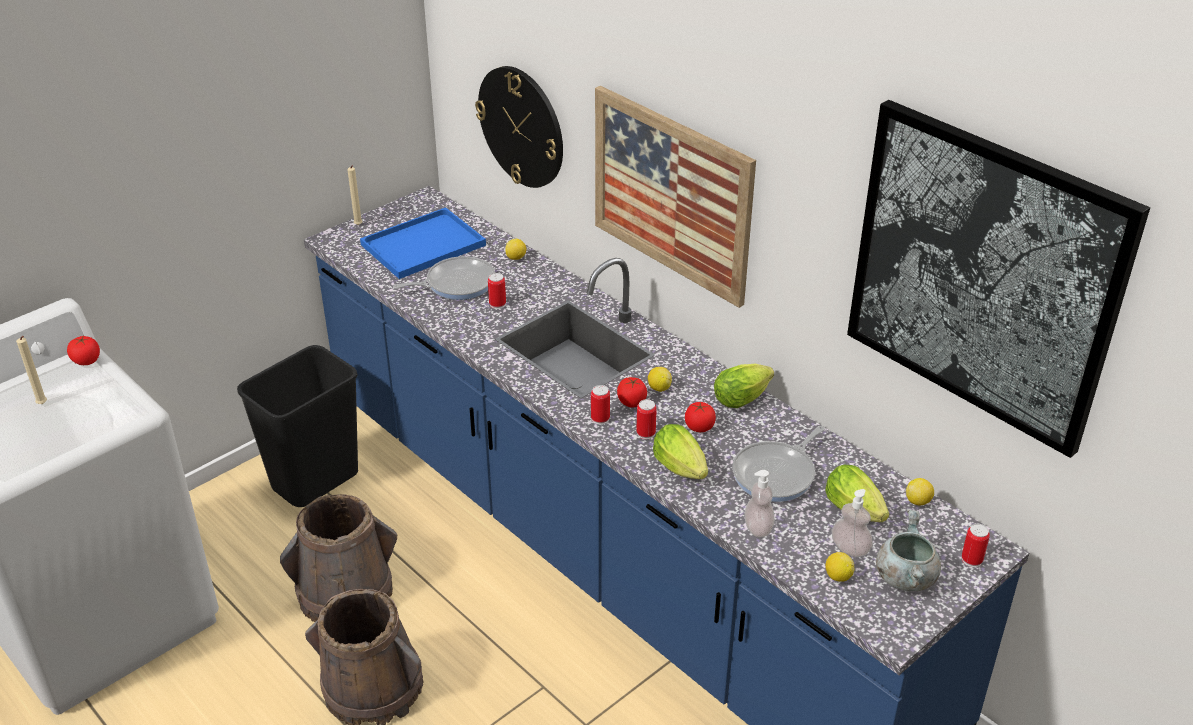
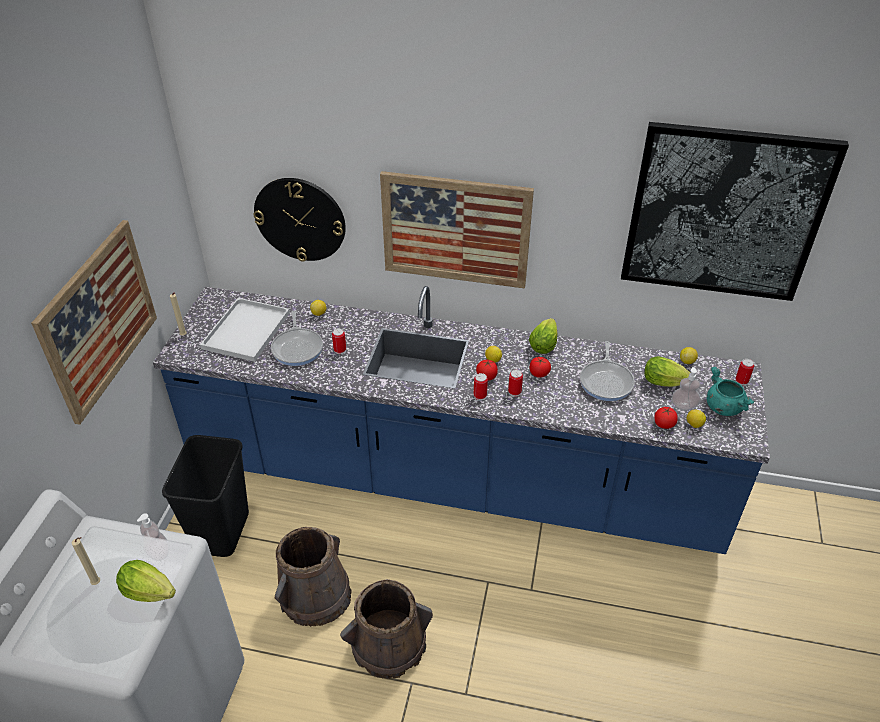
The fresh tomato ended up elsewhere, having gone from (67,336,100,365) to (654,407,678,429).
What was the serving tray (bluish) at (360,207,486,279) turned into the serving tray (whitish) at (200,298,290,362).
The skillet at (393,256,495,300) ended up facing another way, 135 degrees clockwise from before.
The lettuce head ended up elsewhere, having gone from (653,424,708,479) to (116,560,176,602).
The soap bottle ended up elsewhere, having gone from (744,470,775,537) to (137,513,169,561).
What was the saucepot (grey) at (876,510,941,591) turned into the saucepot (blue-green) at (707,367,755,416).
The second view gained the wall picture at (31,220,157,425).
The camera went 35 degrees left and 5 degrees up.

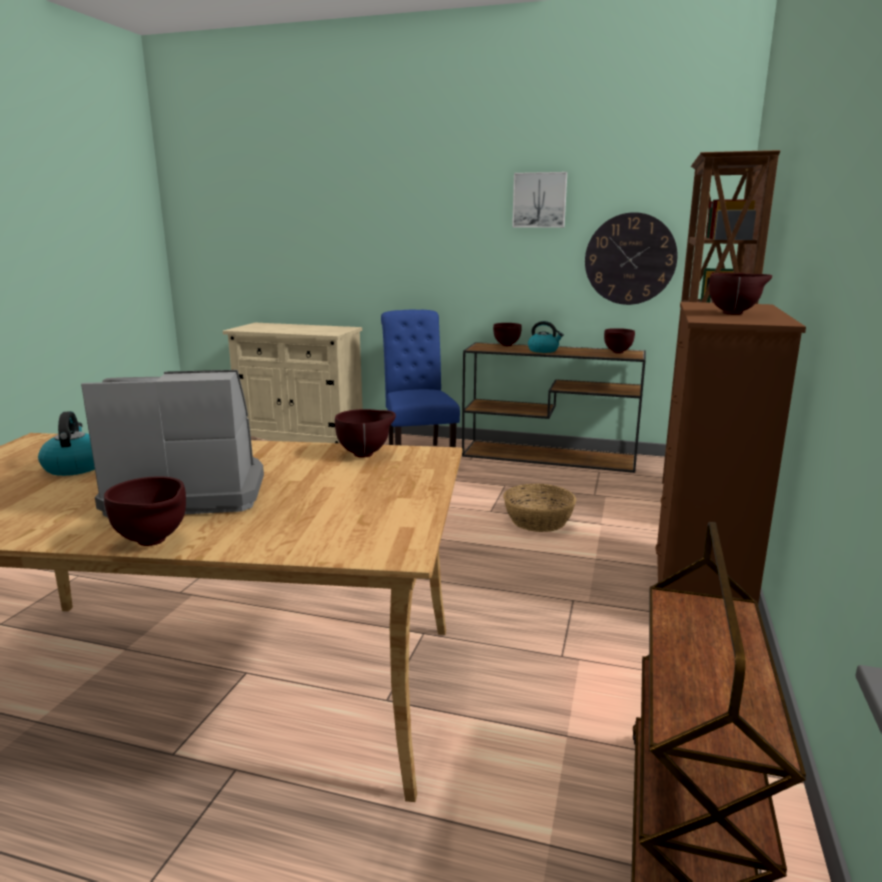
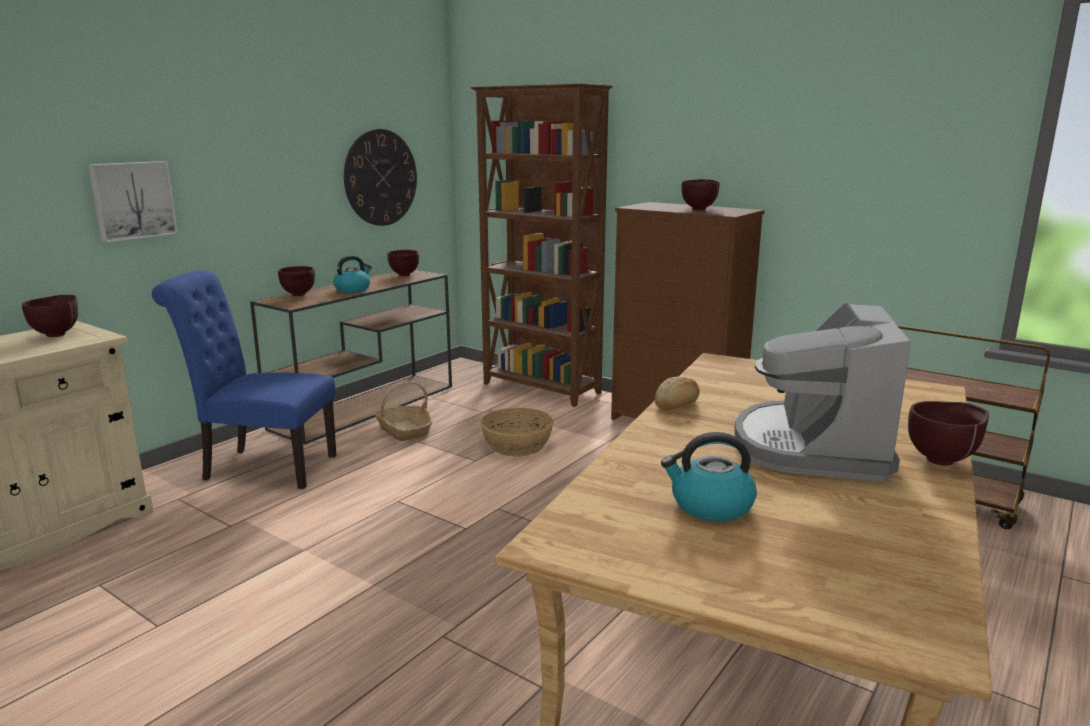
The serving bowl (brown-coloured) ended up elsewhere, having gone from (335,409,396,458) to (22,295,78,337).
The wall picture ended up elsewhere, having gone from (512,172,567,228) to (88,161,178,243).
The second view gained the storage basket at (374,382,433,441).
The second view gained the bread at (655,376,700,410).
The camera went 70 degrees left and 0 degrees up.

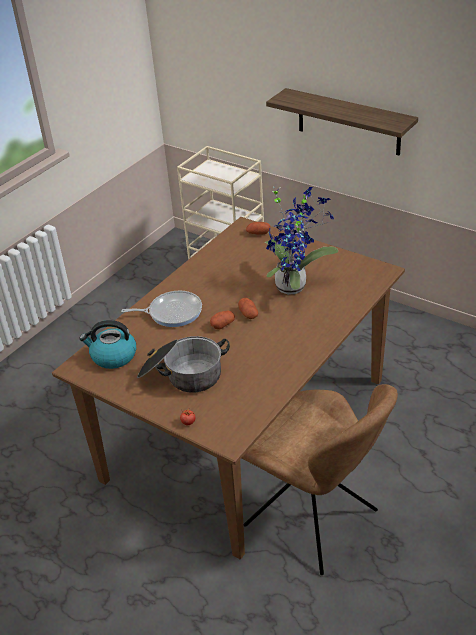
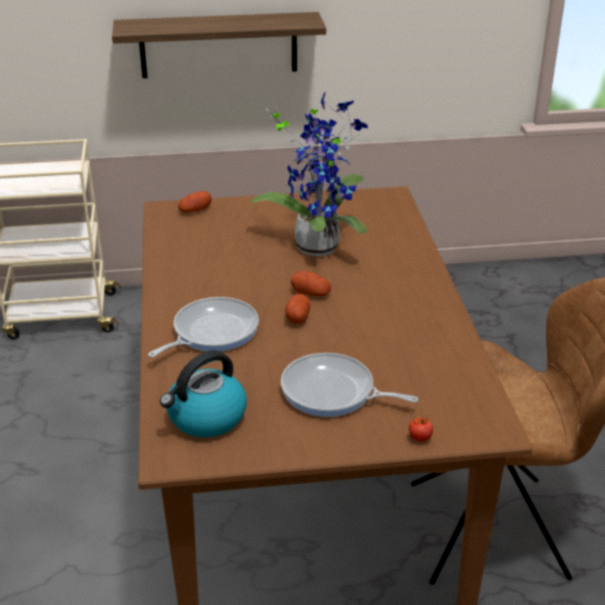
Where the saucepot stood at (137,336,230,393), the skillet came to stand at (281,353,418,417).
The camera went 45 degrees left and 5 degrees down.

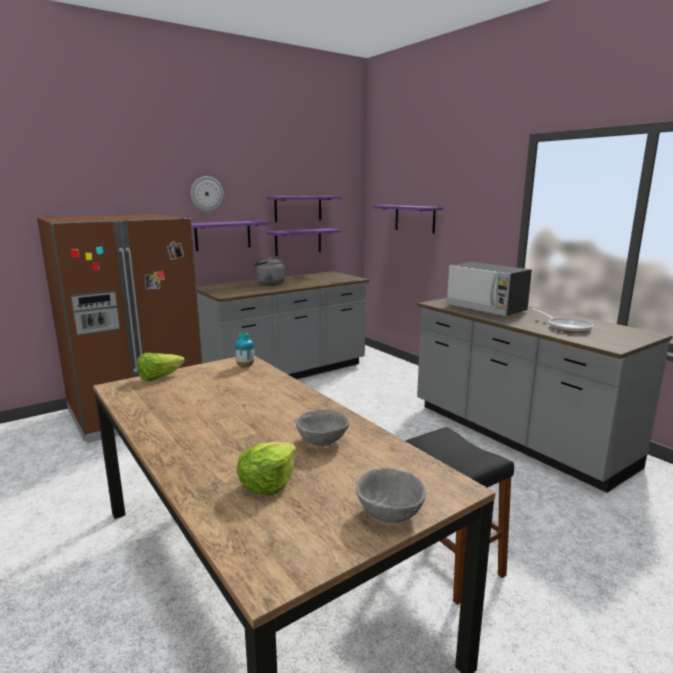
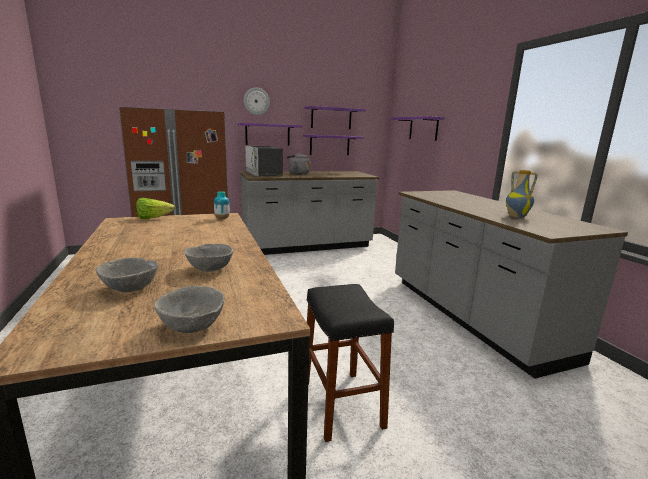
Where the lettuce head stood at (237,442,296,495), the serving bowl (grey) came to stand at (96,257,159,292).
The microwave ended up elsewhere, having gone from (446,262,532,316) to (245,146,283,177).
Where the skillet stood at (532,309,593,333), the vase came to stand at (506,170,538,218).
The camera went 15 degrees right and 0 degrees up.

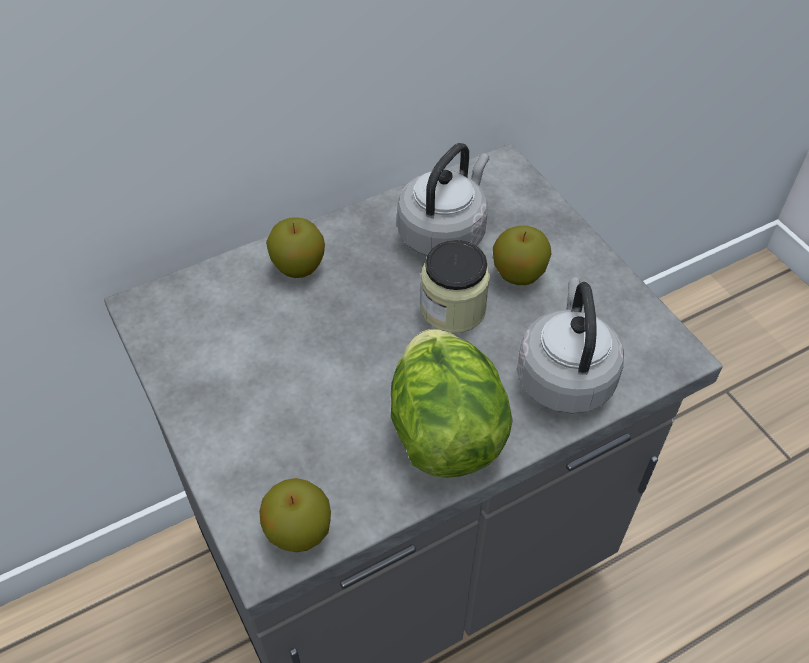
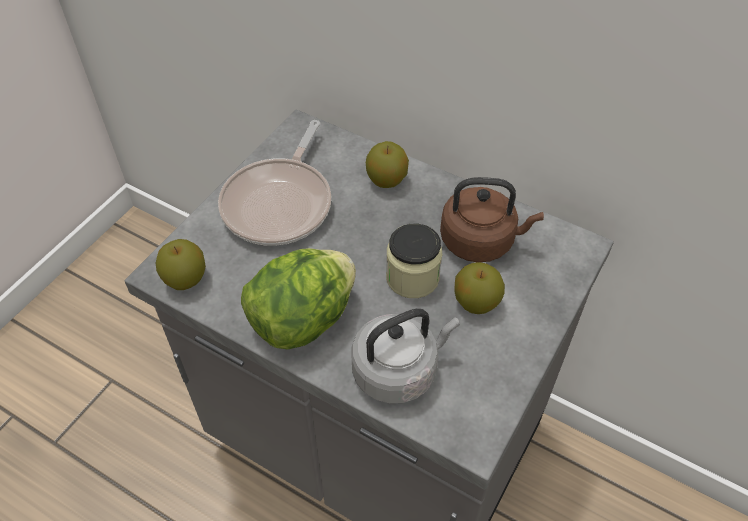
What was the water kettle (grey) at (397,143,489,257) turned into the water kettle (brown-coloured) at (440,177,544,262).
The second view gained the skillet at (218,120,331,246).
The camera went 60 degrees right and 0 degrees up.

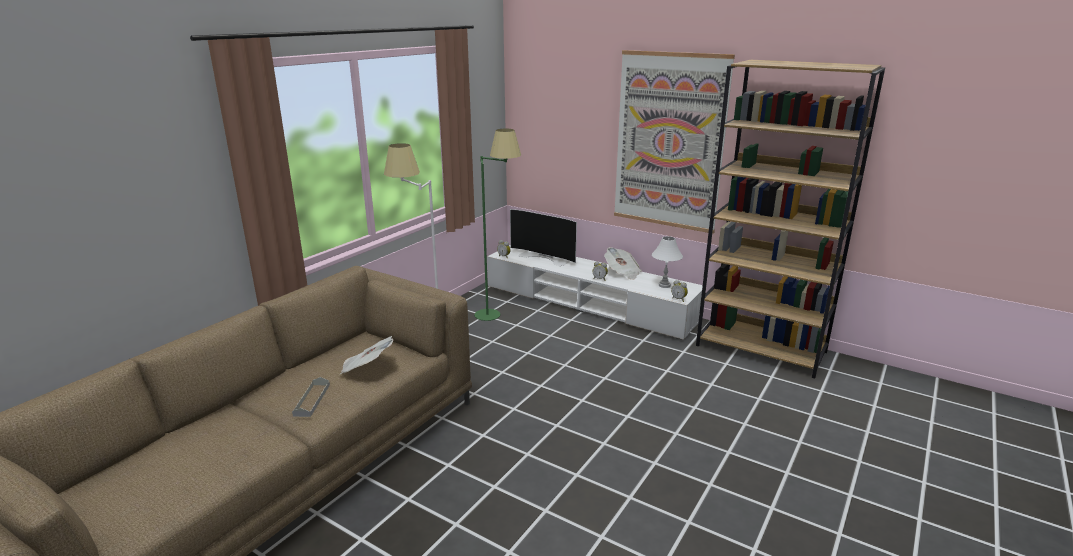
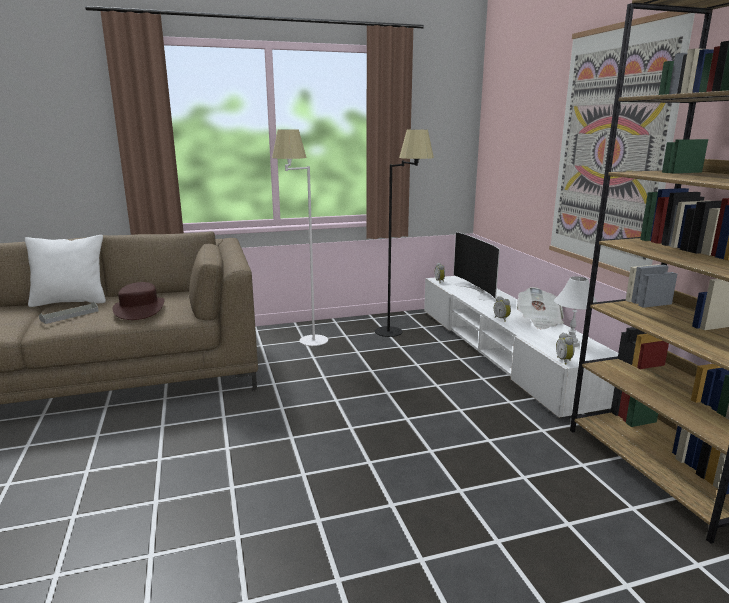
Where the newspaper stood at (339,336,393,375), the wearable hat (brown-coloured) came to stand at (112,282,165,320).
What was the standing lamp (green) at (474,129,521,321) turned into the standing lamp (black-coloured) at (375,129,434,337).
The second view gained the throw pillow (whitish) at (25,235,106,307).
The camera went 40 degrees right and 5 degrees down.

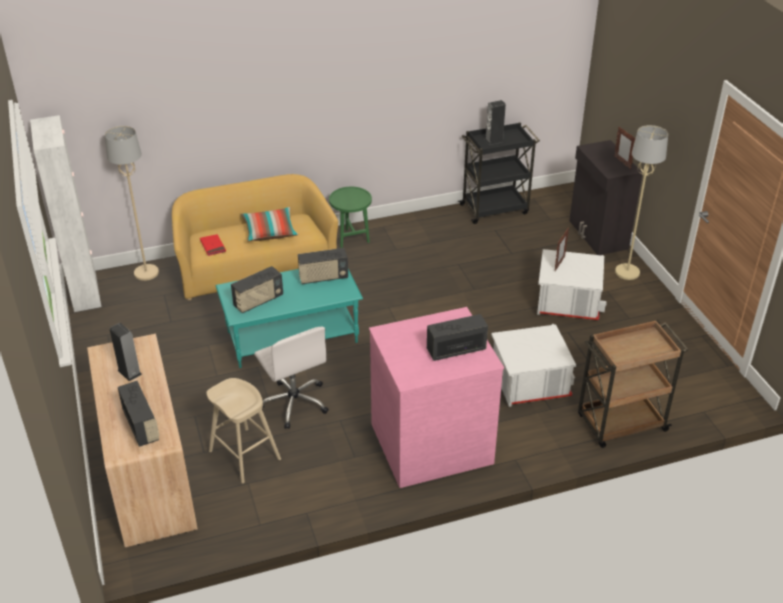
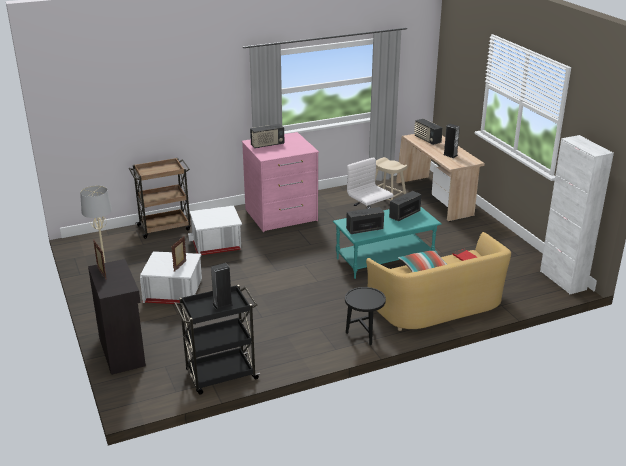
The second view lost the standing lamp (sand-coloured) at (105,126,159,281).
What was the end table (green) at (329,187,372,248) turned into the end table (black-coloured) at (345,287,386,345).
The camera went 175 degrees right and 10 degrees down.

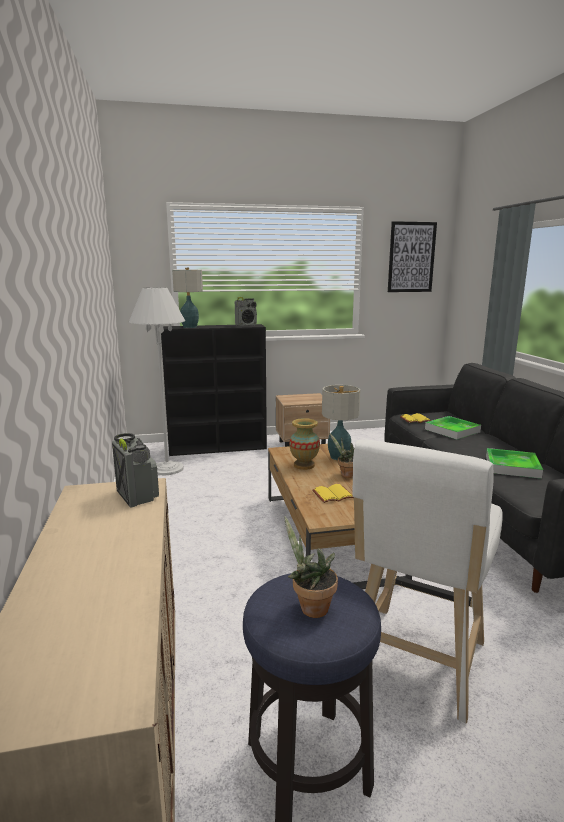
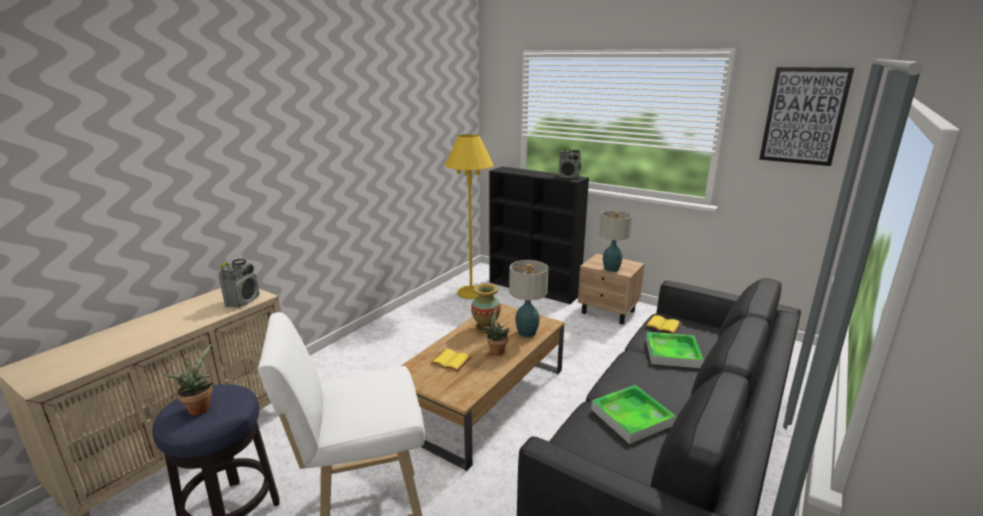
What was the standing lamp (whitish) at (129,287,185,475) turned into the standing lamp (yellowish) at (445,134,493,299).
The tabletop lamp ended up elsewhere, having gone from (172,268,203,328) to (599,210,632,272).
The camera went 45 degrees right and 5 degrees up.

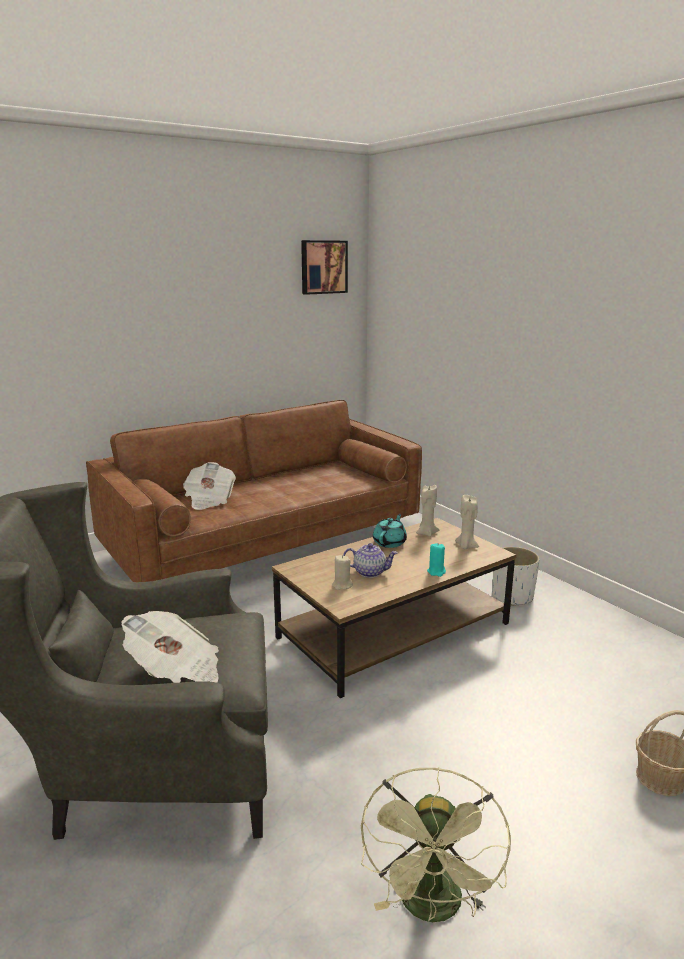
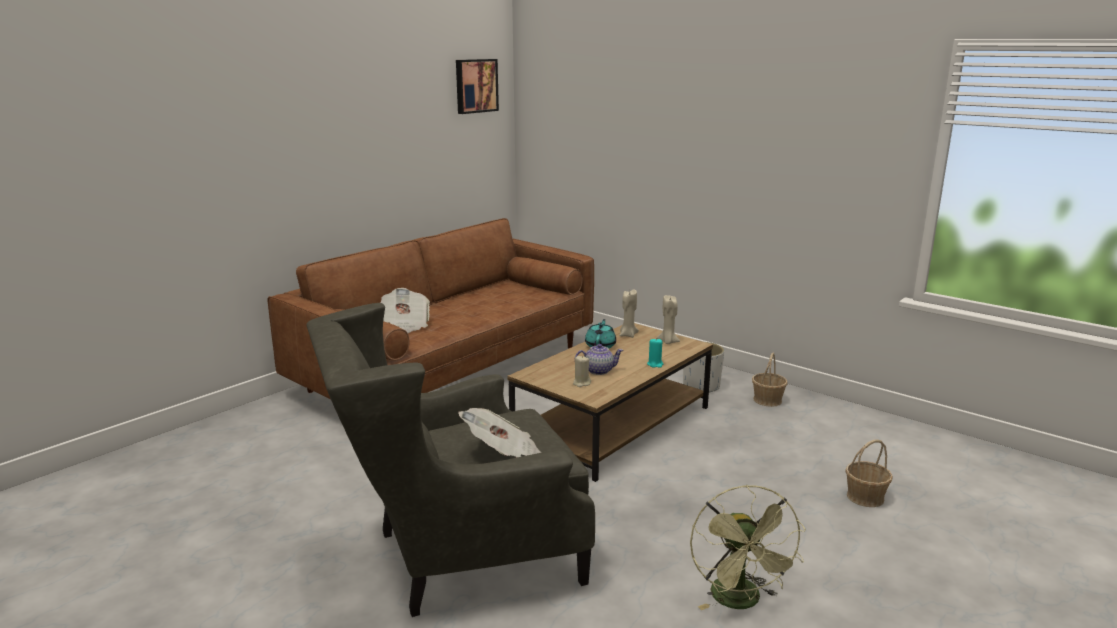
The second view gained the storage basket at (752,353,788,407).
The camera went 15 degrees left and 0 degrees up.

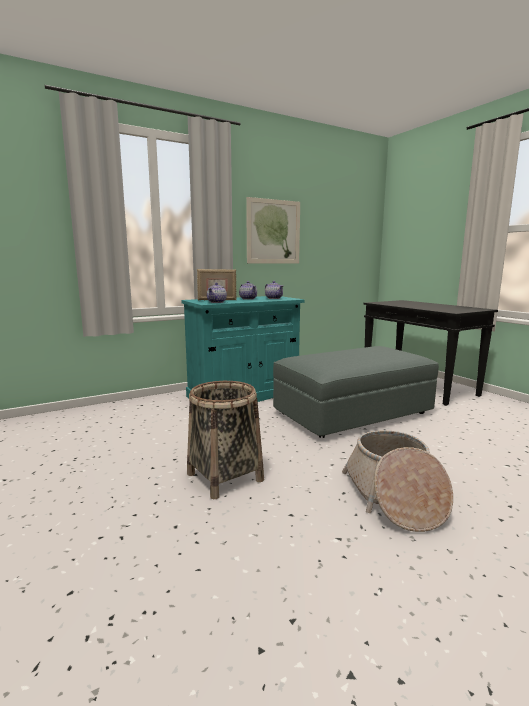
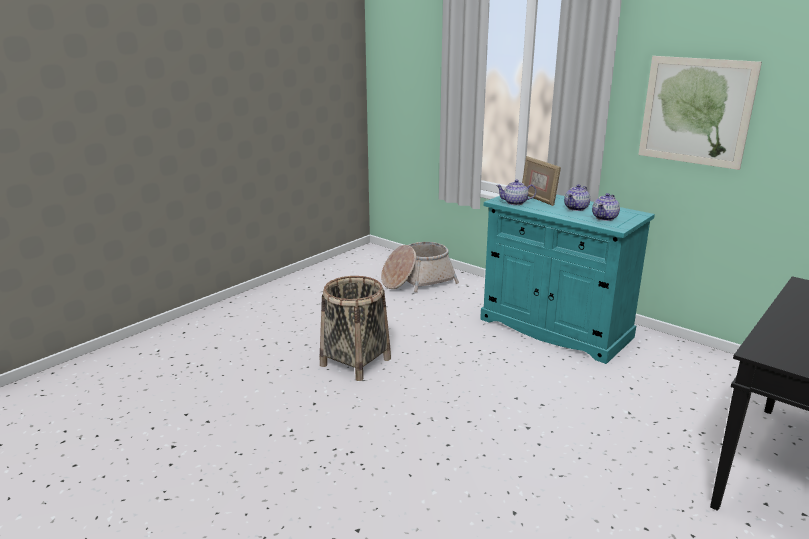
The second view lost the footrest (grey) at (273,346,439,438).
The storage basket ended up elsewhere, having gone from (342,430,453,532) to (381,242,459,292).
The camera went 70 degrees right and 10 degrees up.

